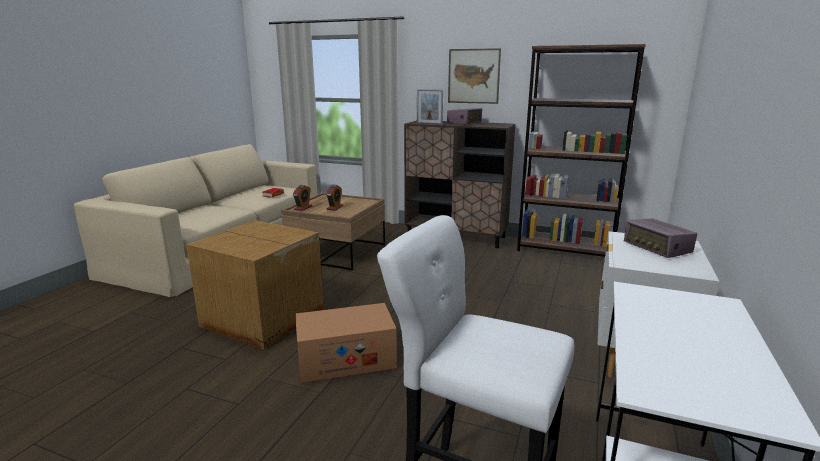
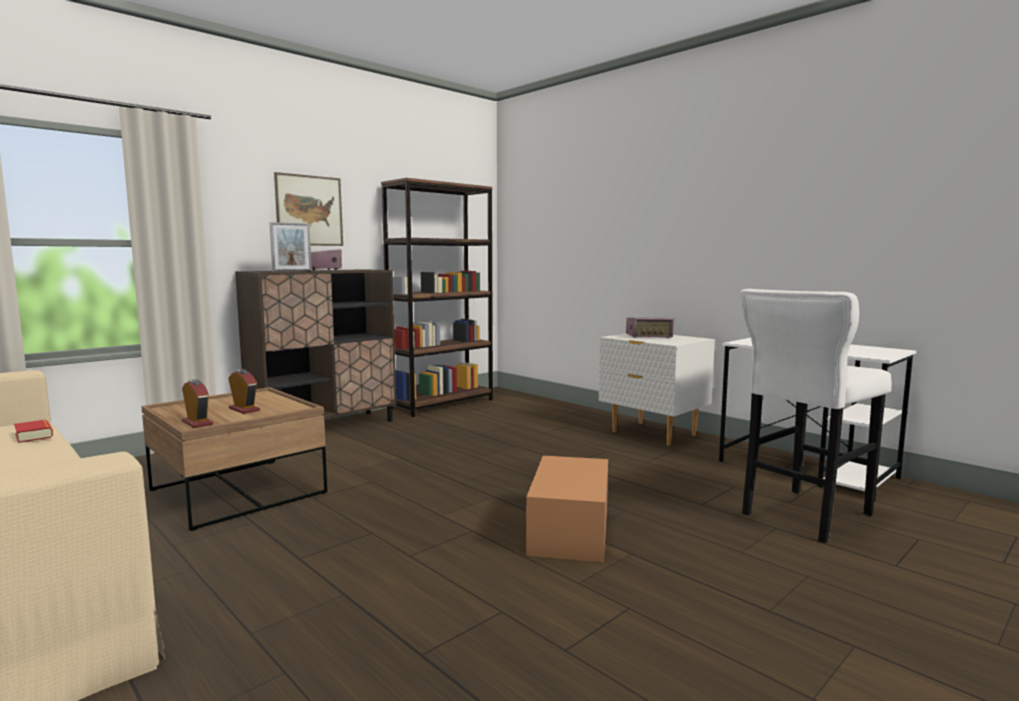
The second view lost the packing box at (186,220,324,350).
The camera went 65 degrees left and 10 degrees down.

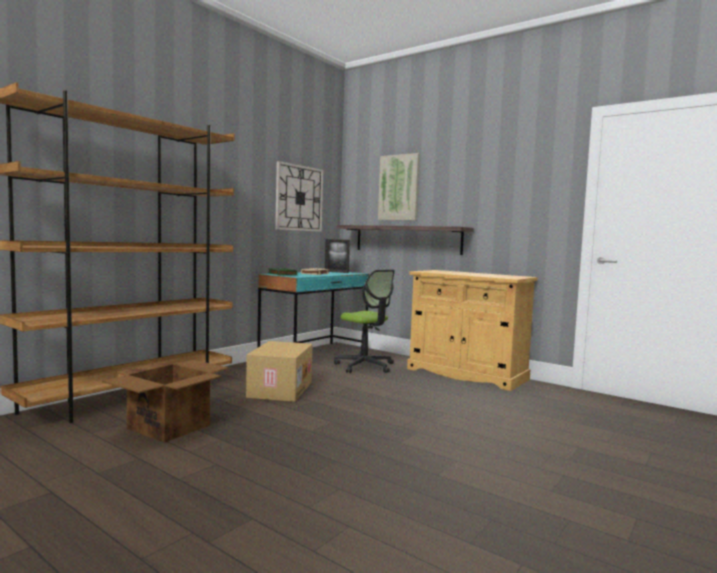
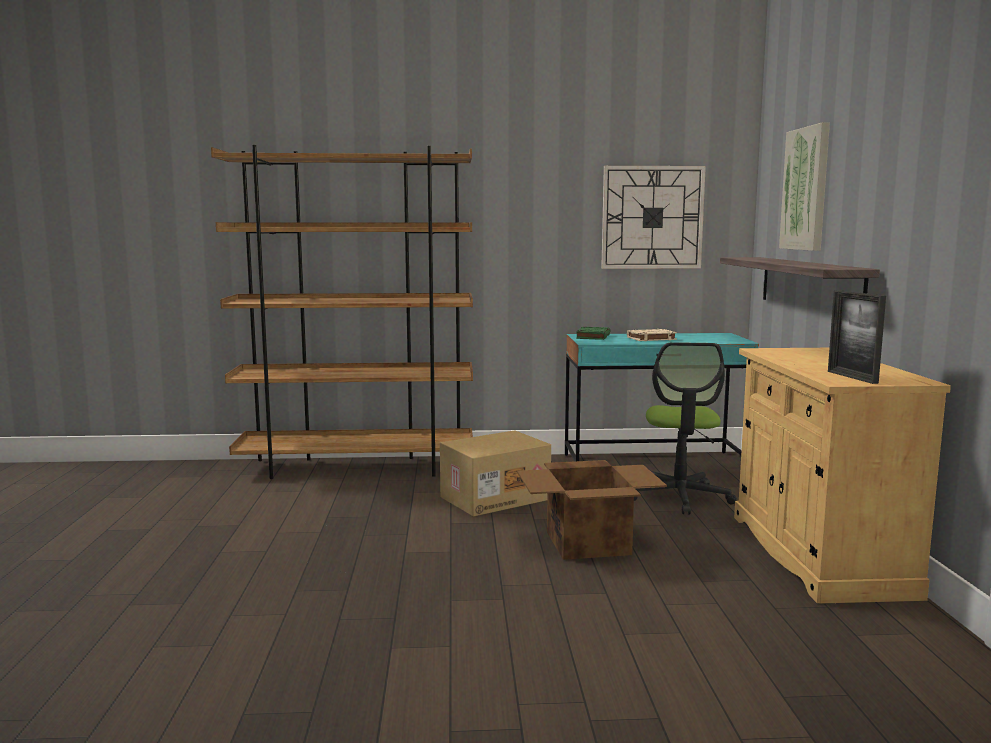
The packing box ended up elsewhere, having gone from (102,360,229,443) to (517,460,667,560).
The standing frame ended up elsewhere, having gone from (325,239,350,273) to (828,290,886,384).
The camera went 50 degrees right and 5 degrees up.

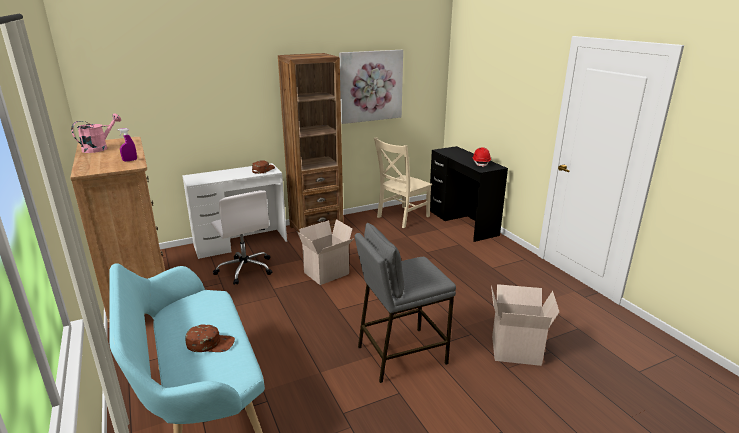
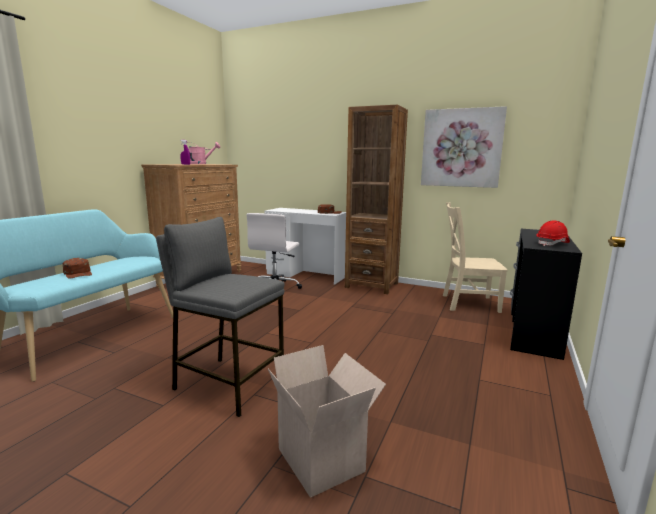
The second view lost the packing box at (297,219,354,285).
The camera went 50 degrees right and 10 degrees down.

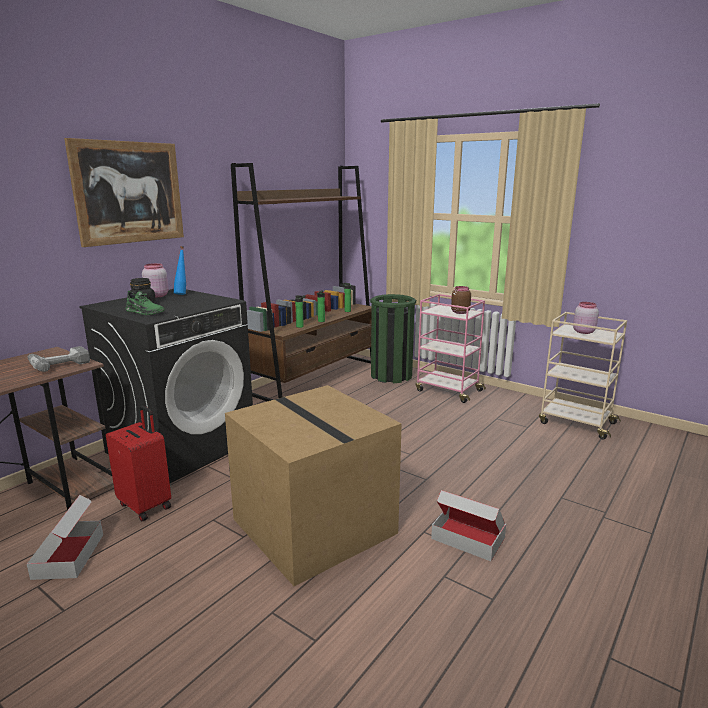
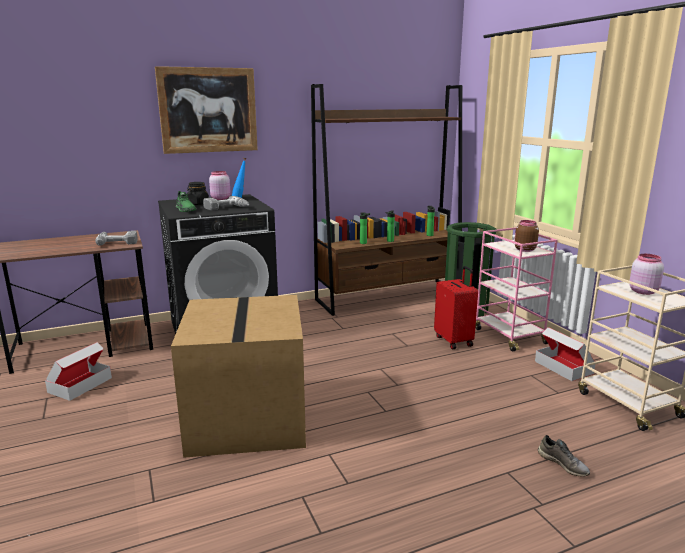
The suitcase (red) ended up elsewhere, having gone from (106,405,171,521) to (434,266,478,349).
The packing box ended up elsewhere, having gone from (431,490,506,561) to (535,327,595,381).
The second view gained the electric drill at (203,196,249,211).
The second view gained the shoe (grey) at (538,435,590,476).
The camera went 30 degrees right and 0 degrees up.

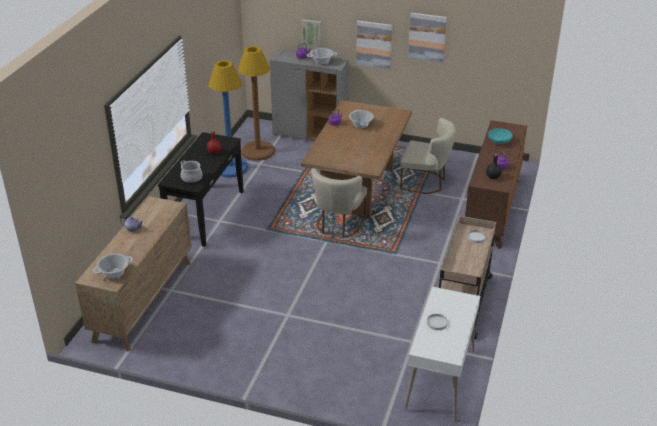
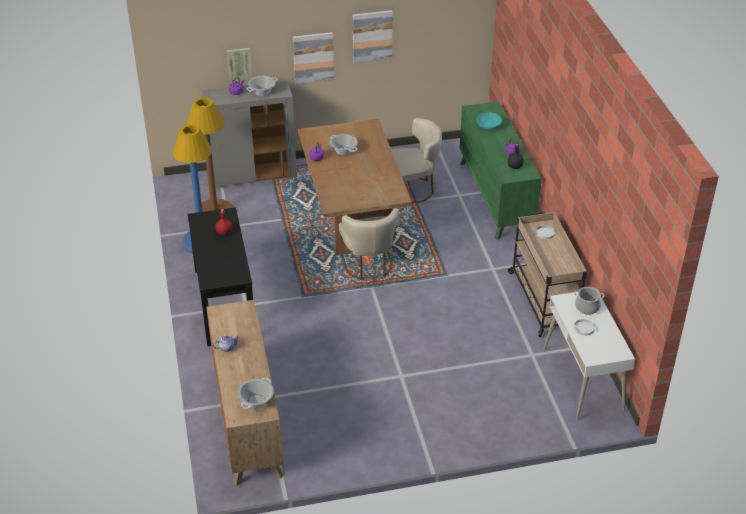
The saucepot ended up elsewhere, having gone from (181,161,202,183) to (574,287,604,315).
What was the dresser (brown-coloured) at (465,120,527,249) turned into the dresser (green) at (460,102,542,240).
The camera went 30 degrees left and 5 degrees up.

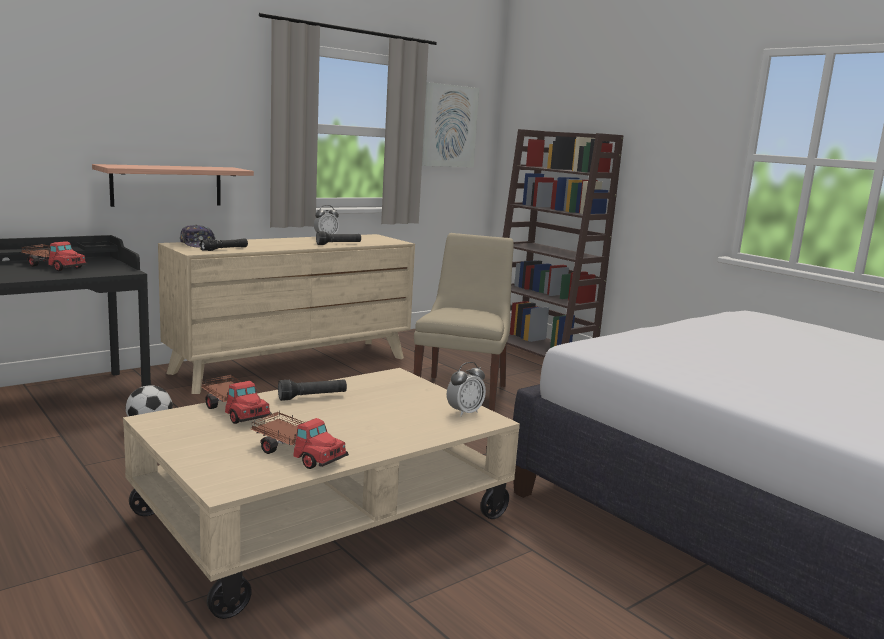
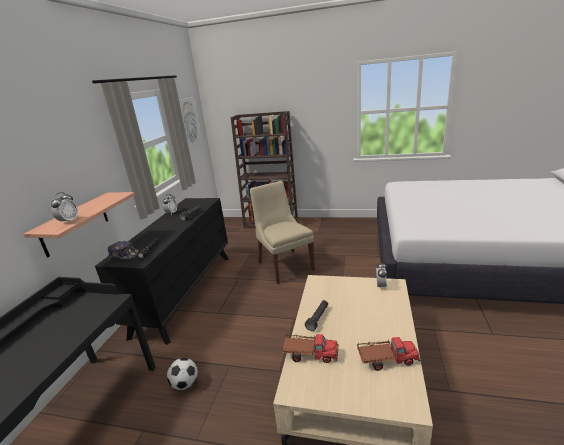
The second view lost the model truck at (21,241,88,271).
What was the dresser (sand-coloured) at (158,234,415,394) turned into the dresser (black-coloured) at (95,198,229,345).
The second view gained the bedside clock at (51,192,78,224).
The camera went 35 degrees left and 10 degrees up.

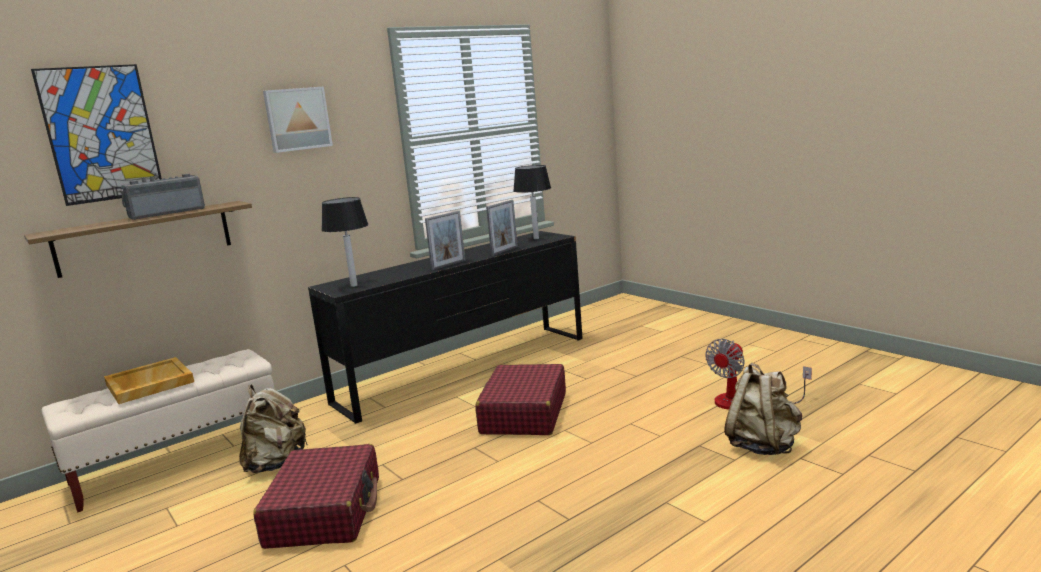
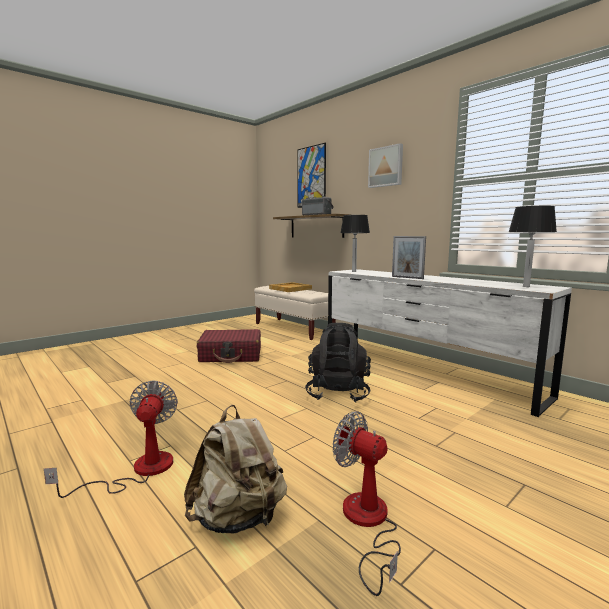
The second view lost the knapsack (sand-coloured) at (239,384,308,473).
What was the dresser (black-coloured) at (308,231,583,424) turned into the dresser (whitish) at (328,269,572,417).
Where the suitcase (red) stood at (476,364,566,435), the knapsack (black-coloured) came to stand at (305,323,371,403).
The second view lost the standing frame at (486,200,518,256).
The second view gained the electric fan at (44,381,178,498).
The camera went 85 degrees right and 5 degrees down.

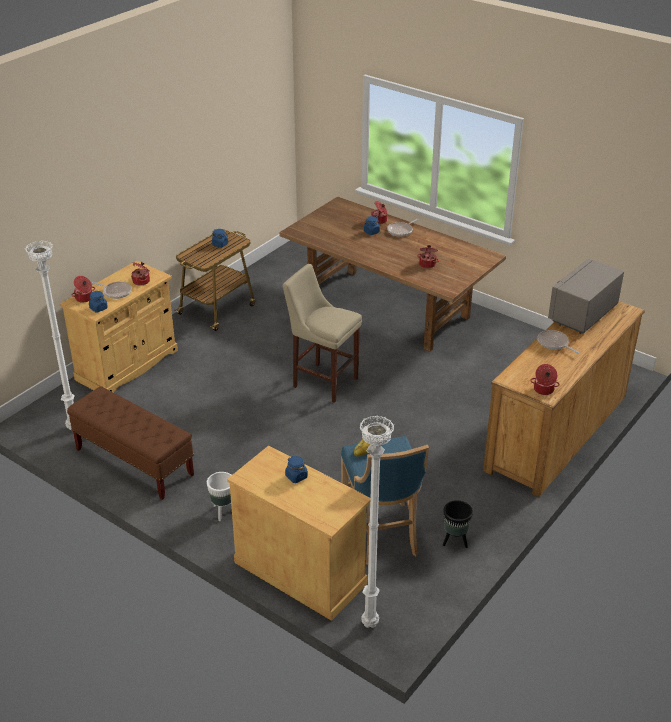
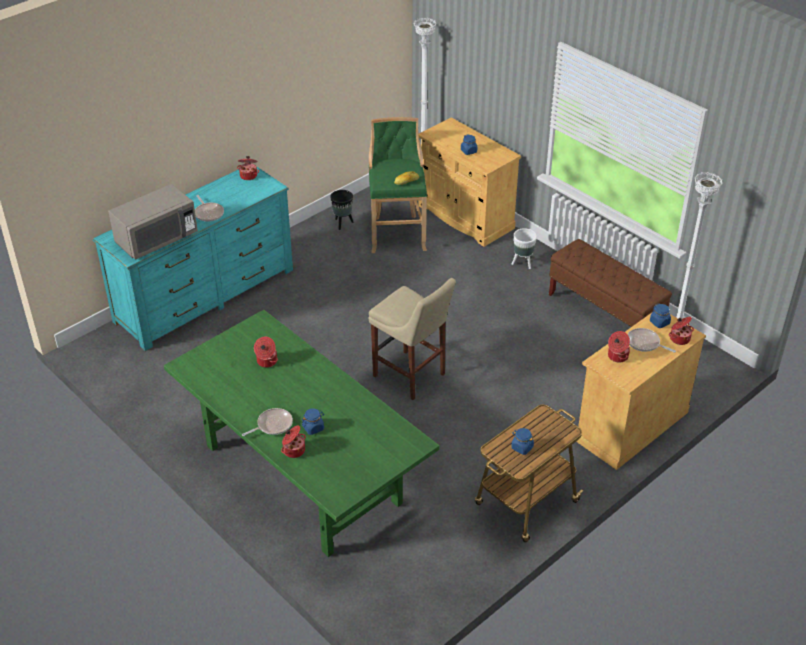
What was the dining table (brown-coloured) at (279,196,506,351) turned into the dining table (green) at (164,310,439,557).
What was the stool seat (bluish) at (341,436,429,565) turned into the stool seat (green) at (369,117,427,253).
What was the dresser (brown-coloured) at (483,301,645,497) turned into the dresser (blue-green) at (93,166,293,351).
The camera went 170 degrees left and 5 degrees up.

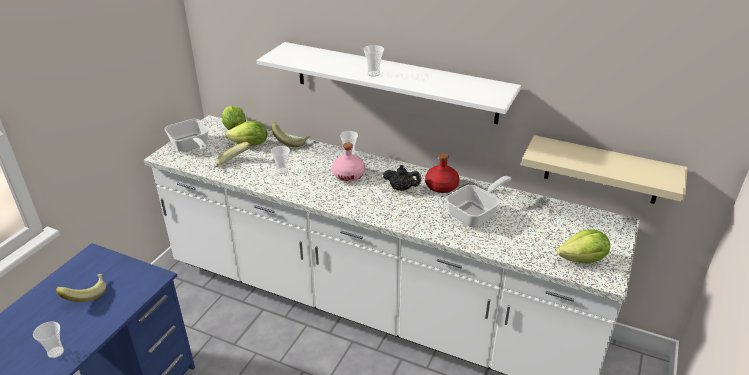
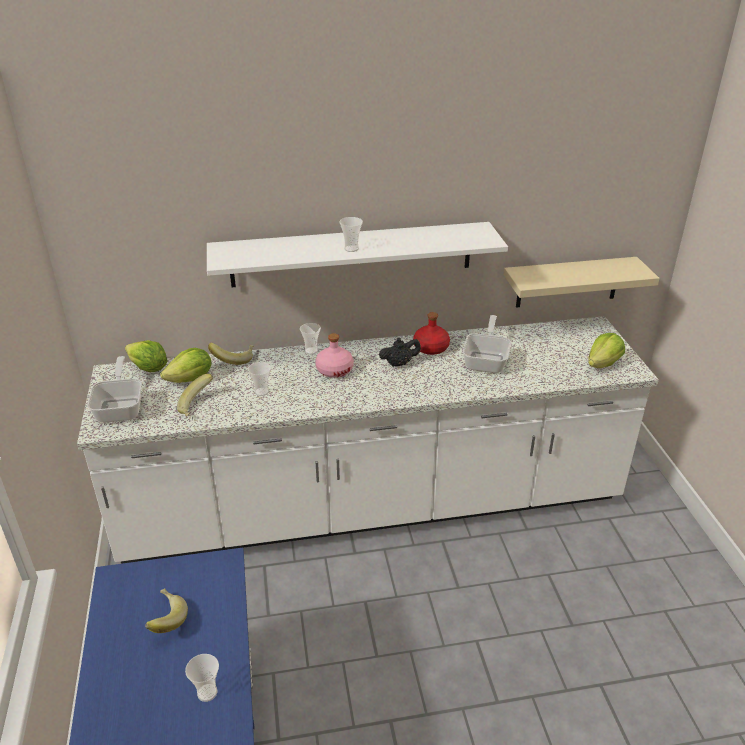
The skillet at (165,119,209,152) ended up facing another way, 120 degrees counterclockwise from before.
The camera went 35 degrees left and 0 degrees up.

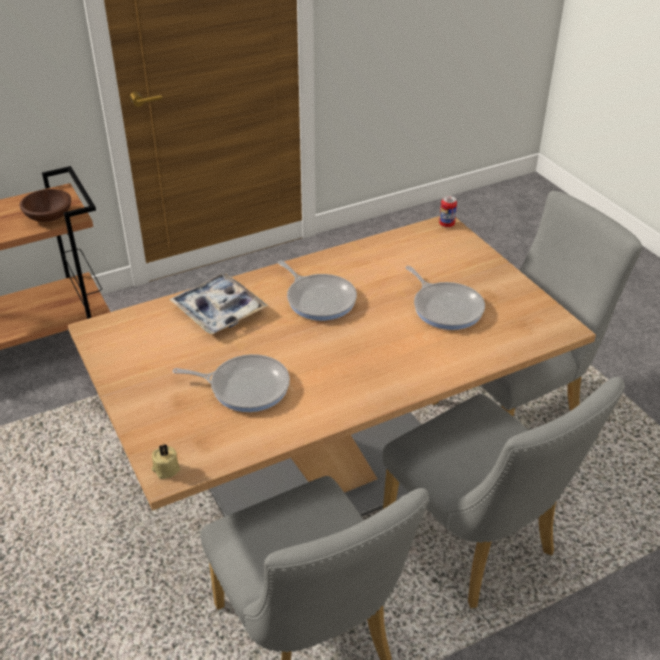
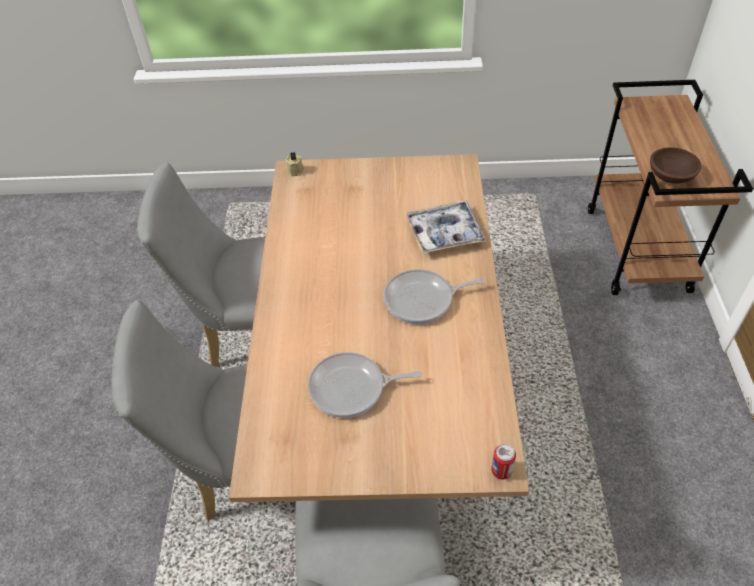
The second view lost the skillet at (173,354,290,412).
The camera went 120 degrees right and 10 degrees up.

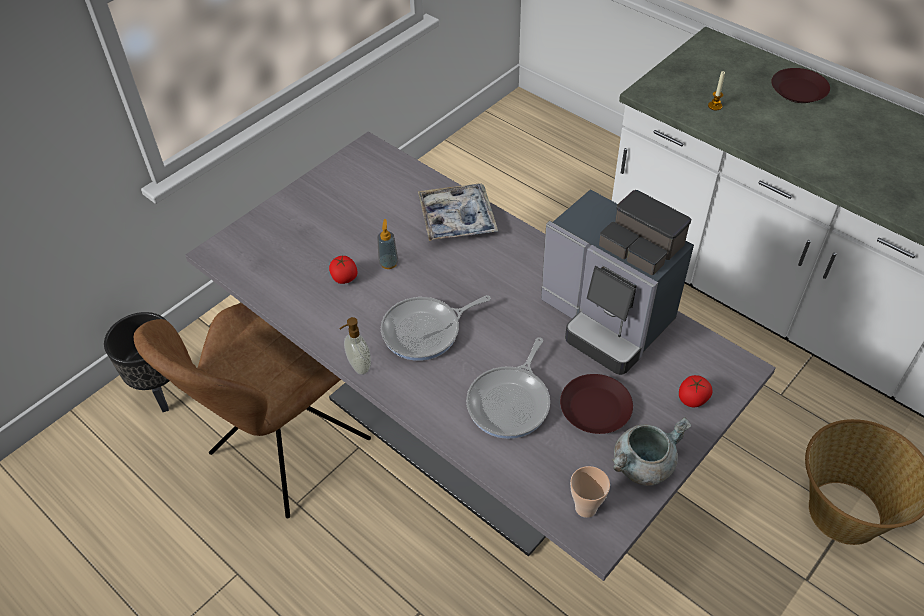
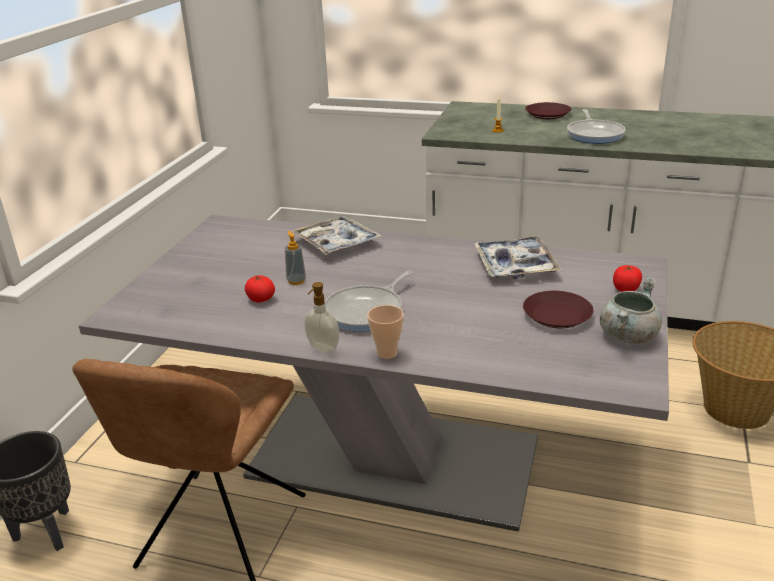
The skillet ended up elsewhere, having gone from (466,337,550,439) to (567,109,626,144).
Where the coffee machine stood at (541,189,694,375), the serving tray came to stand at (474,237,561,279).
The small cup ended up elsewhere, having gone from (570,466,610,518) to (367,305,404,359).
The camera went 25 degrees left and 20 degrees down.

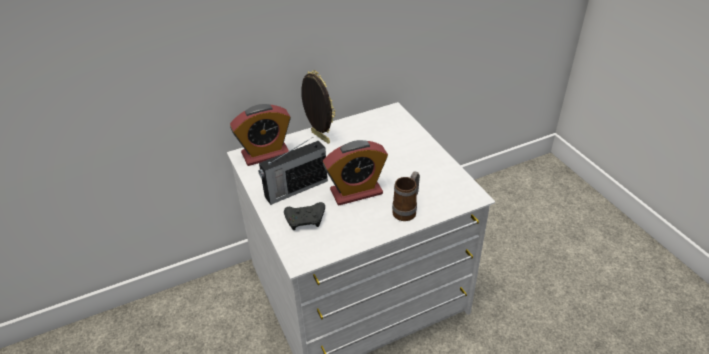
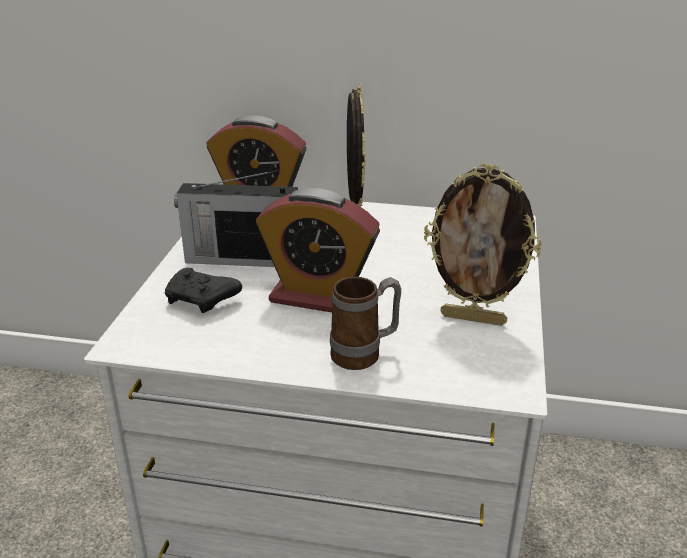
The second view gained the standing frame at (424,163,542,326).
The camera went 35 degrees right and 10 degrees down.

